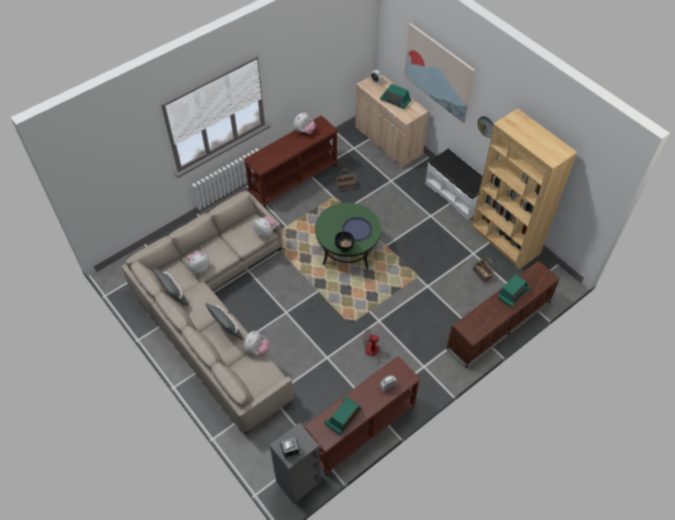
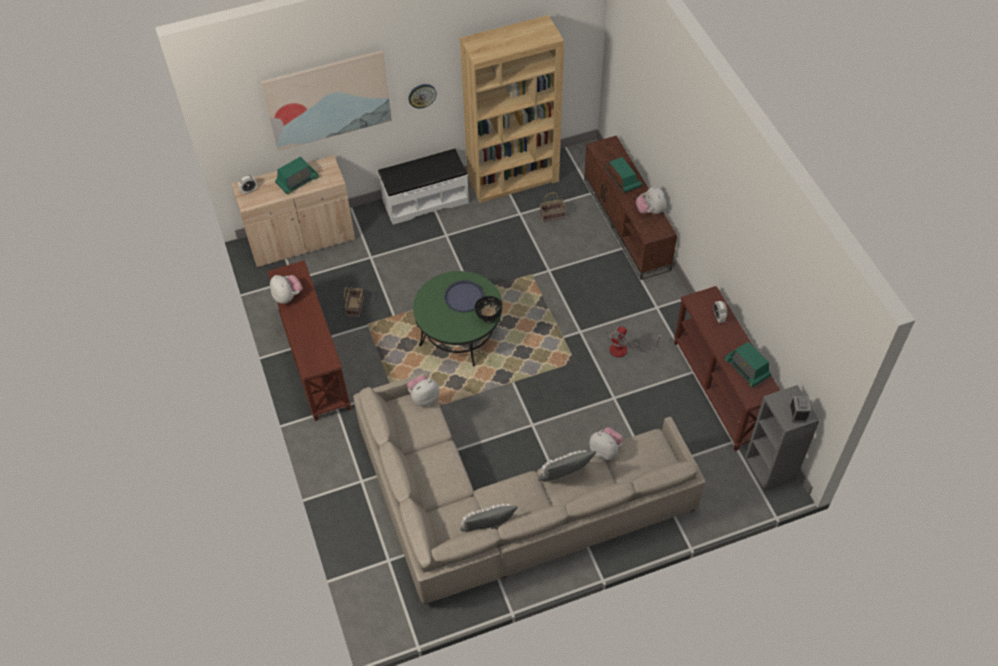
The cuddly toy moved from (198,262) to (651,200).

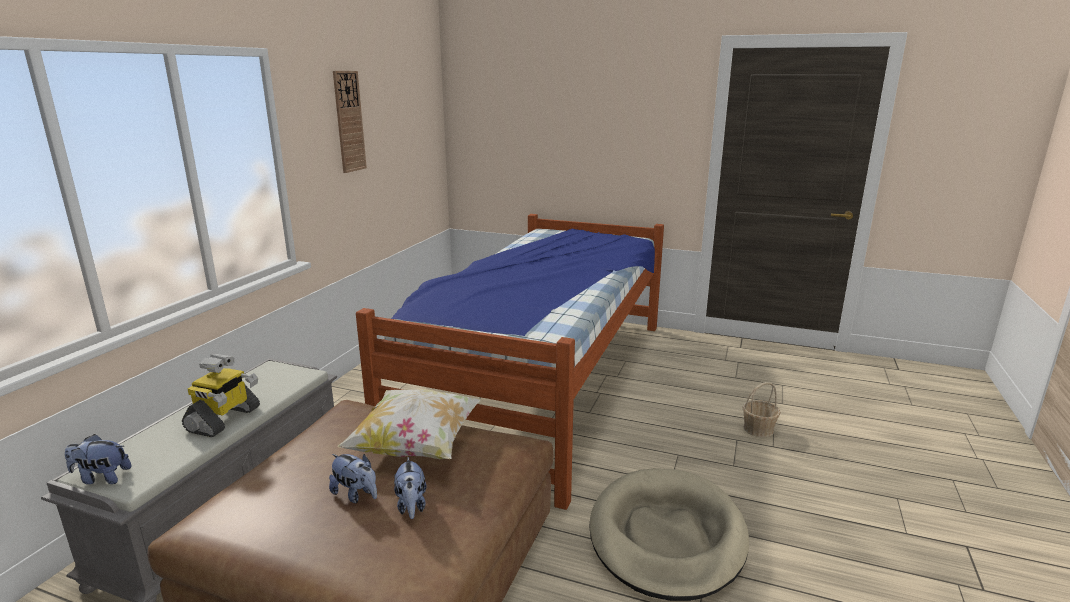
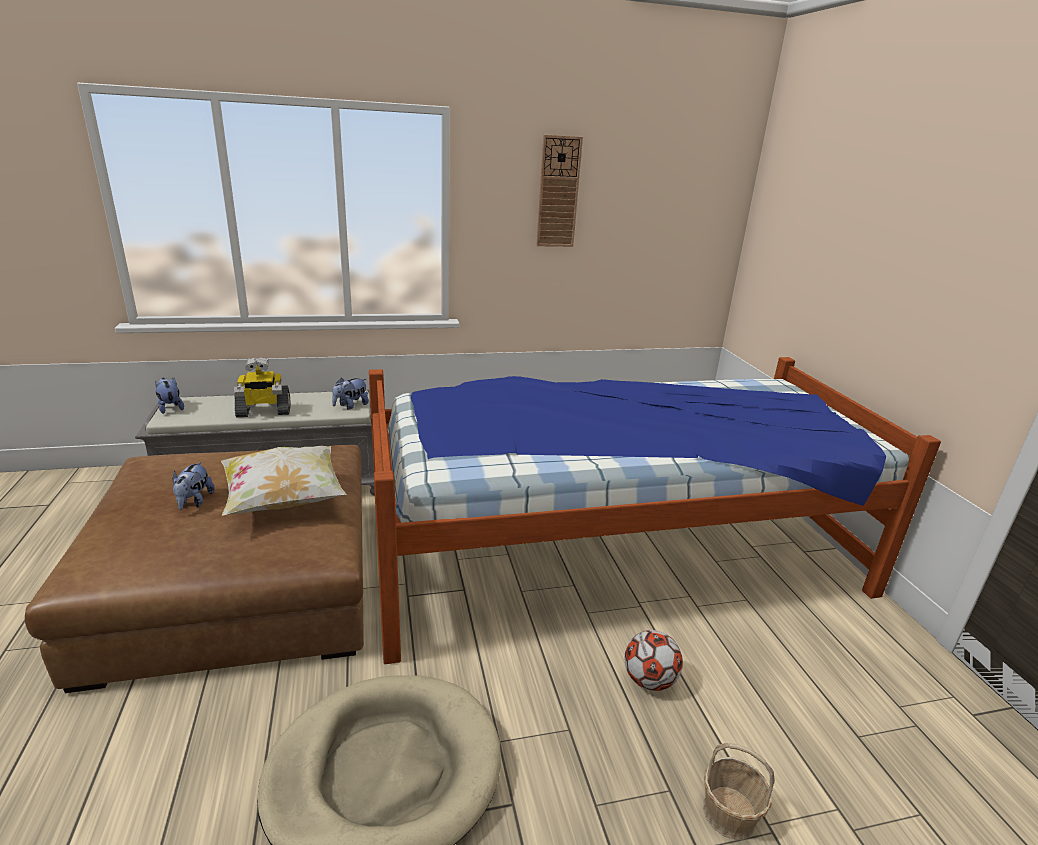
The cuddly toy moved from (410,488) to (350,393). The football at (653,660) appeared.

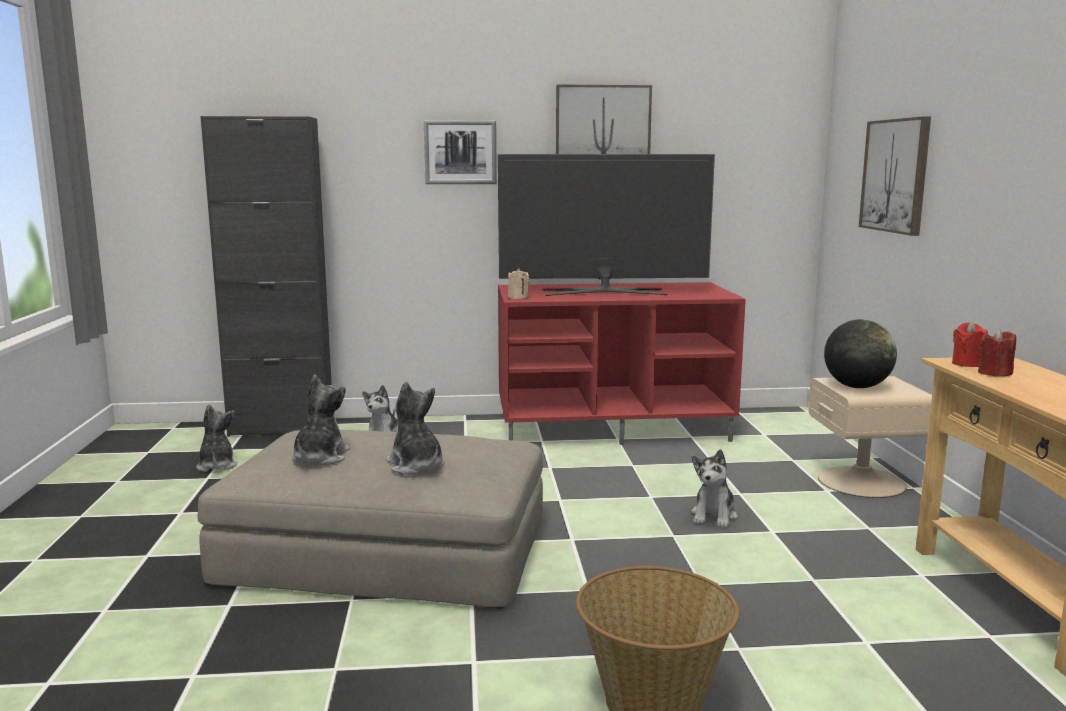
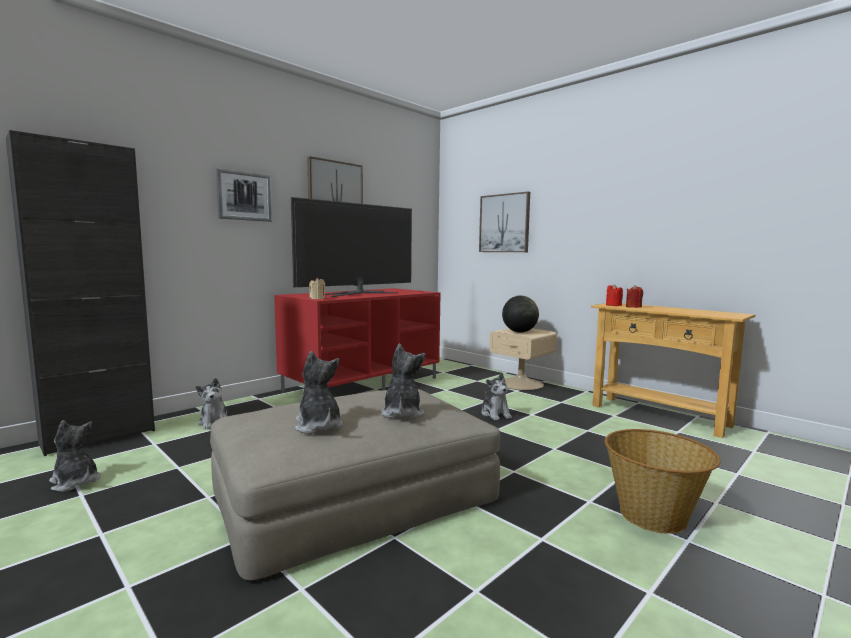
The cuddly toy at (415,428) turned 75 degrees clockwise.

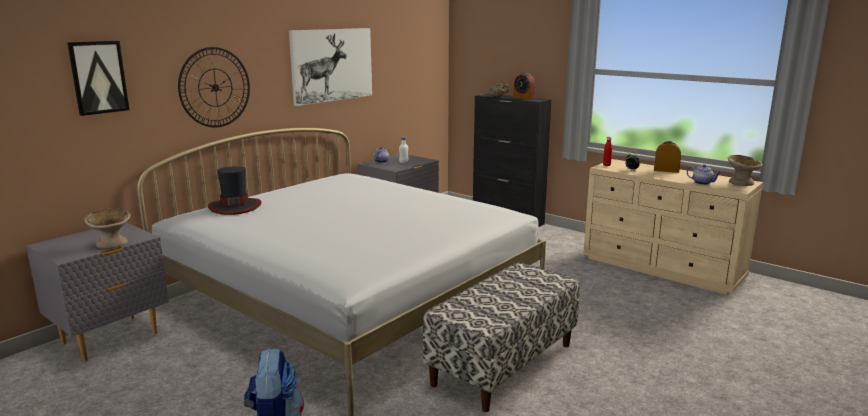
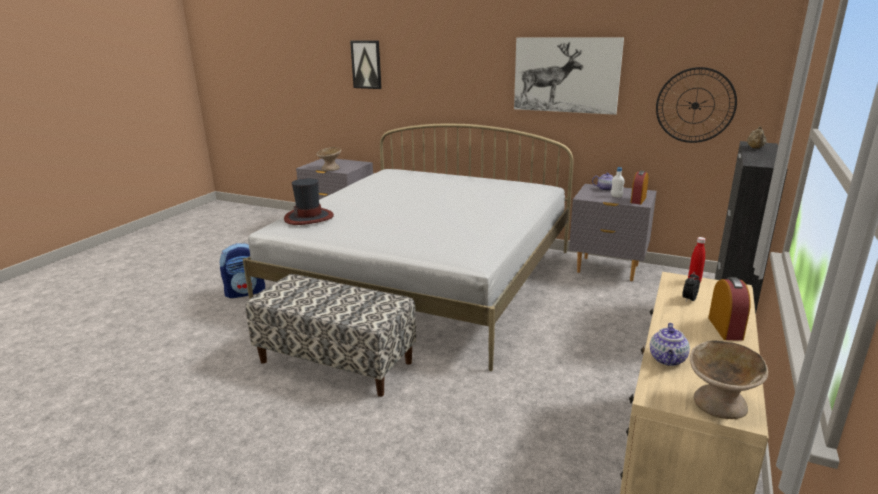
The hanging clock moved from (214,87) to (696,105). The hat moved from (234,190) to (309,201). The alarm clock moved from (524,86) to (639,188).

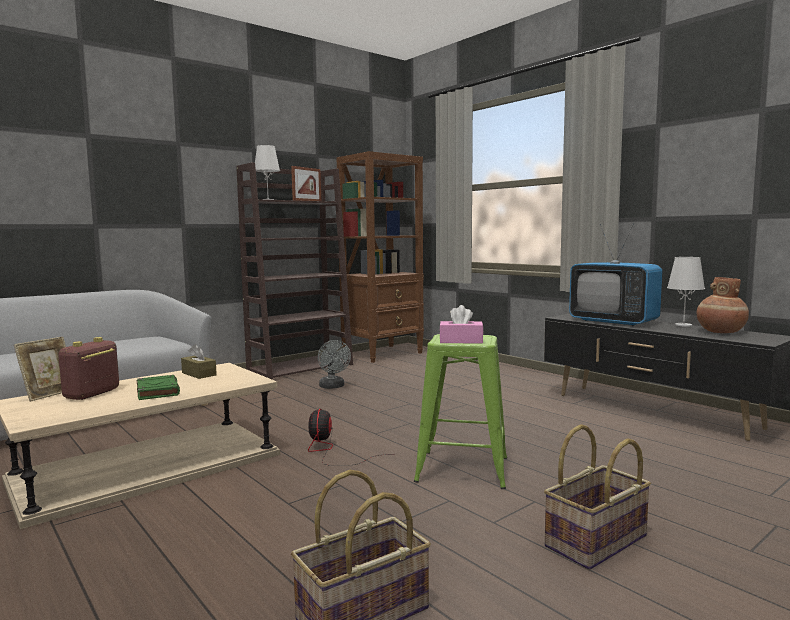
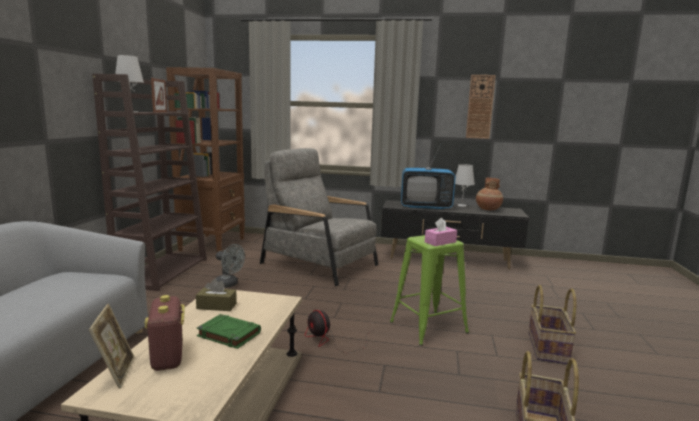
The easy chair (greyish) at (319,217) appeared. The hanging clock at (481,107) appeared.

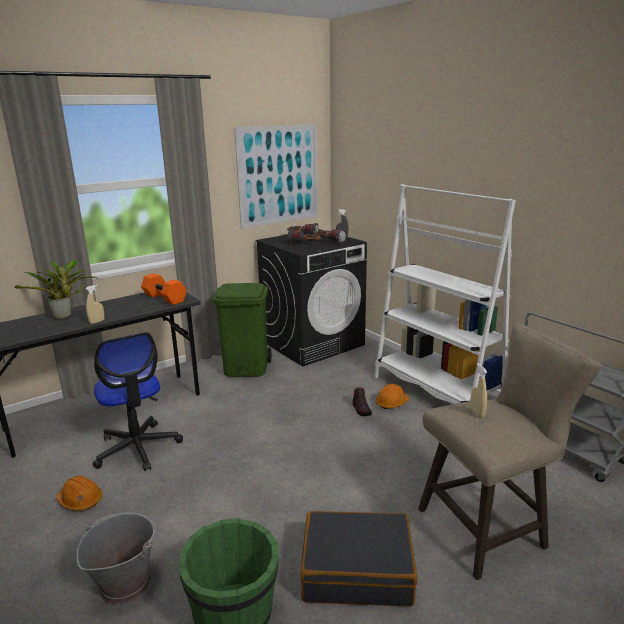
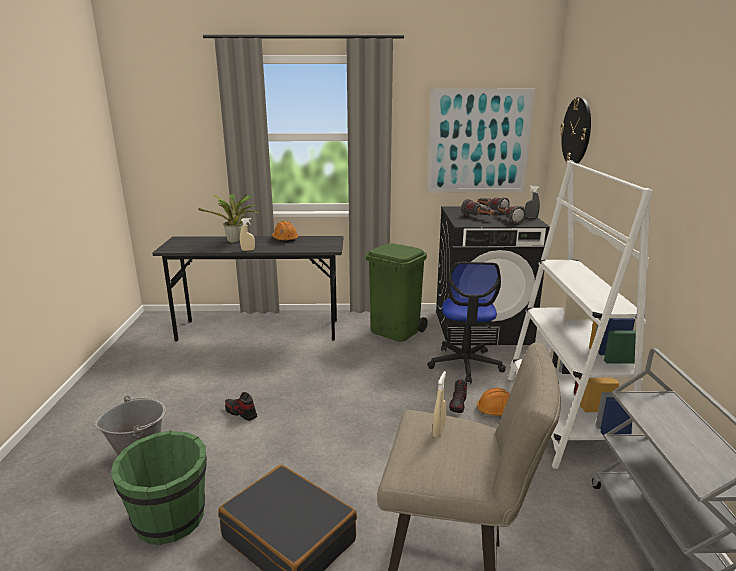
The safety helmet (orange-coloured) moved from (79,493) to (285,232). The desk chair moved from (138,401) to (466,323). The dumbbell (orange-coloured) at (164,289) disappeared. The item of footwear at (241,406) appeared. The hanging clock at (575,130) appeared.

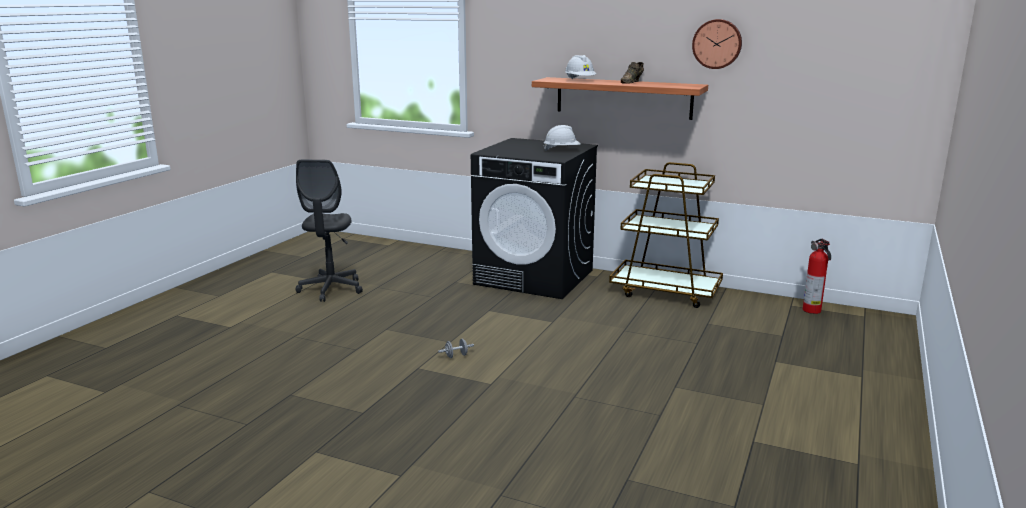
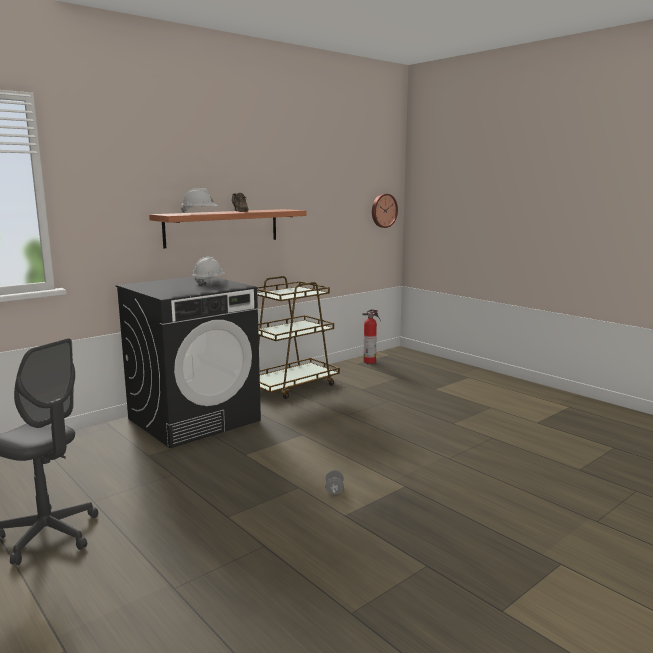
The hanging clock moved from (717,44) to (385,211).

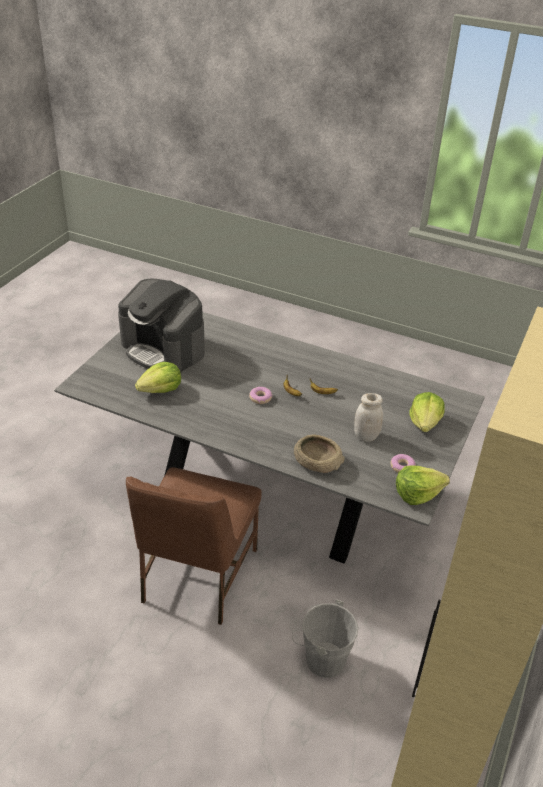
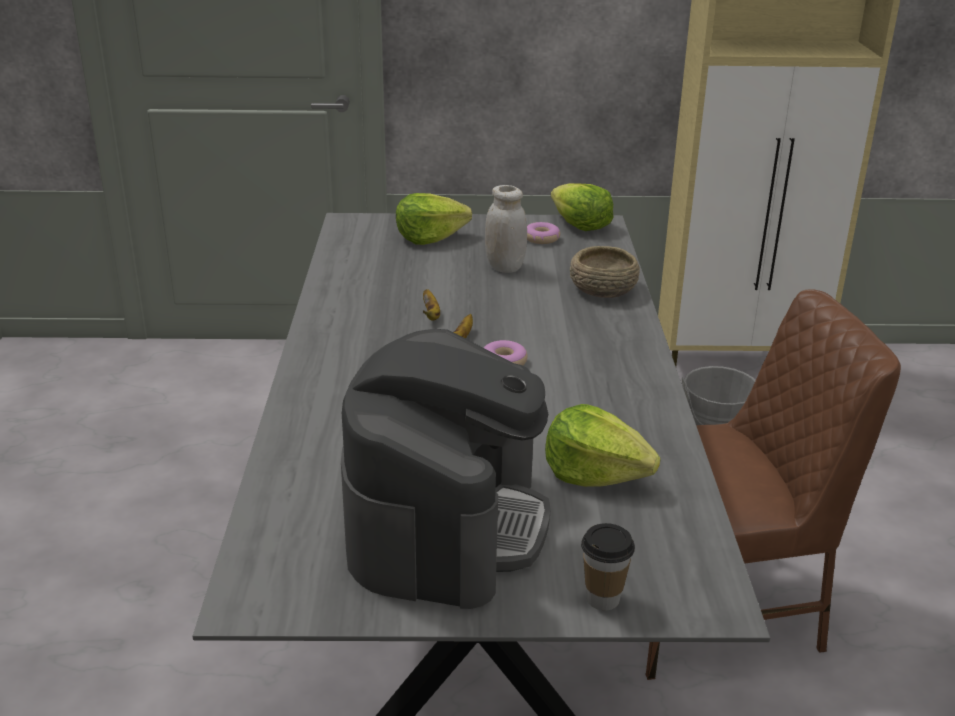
The drinking cup at (608,567) appeared.

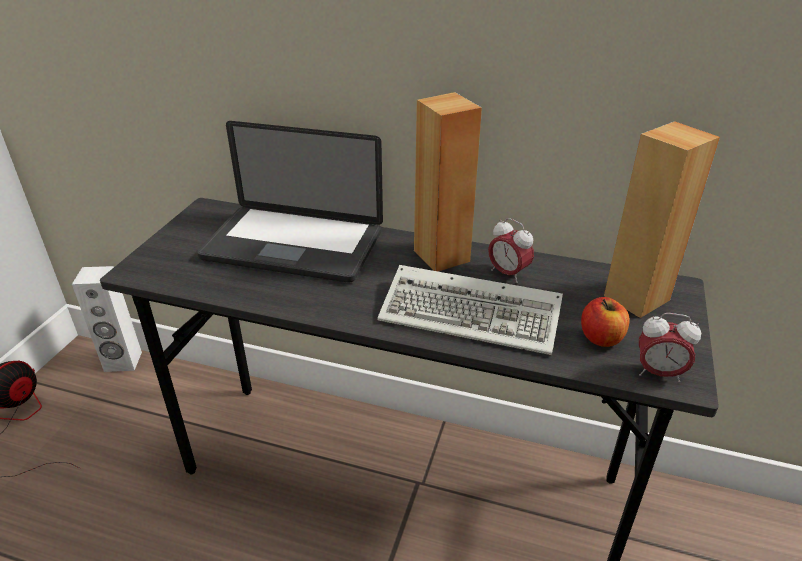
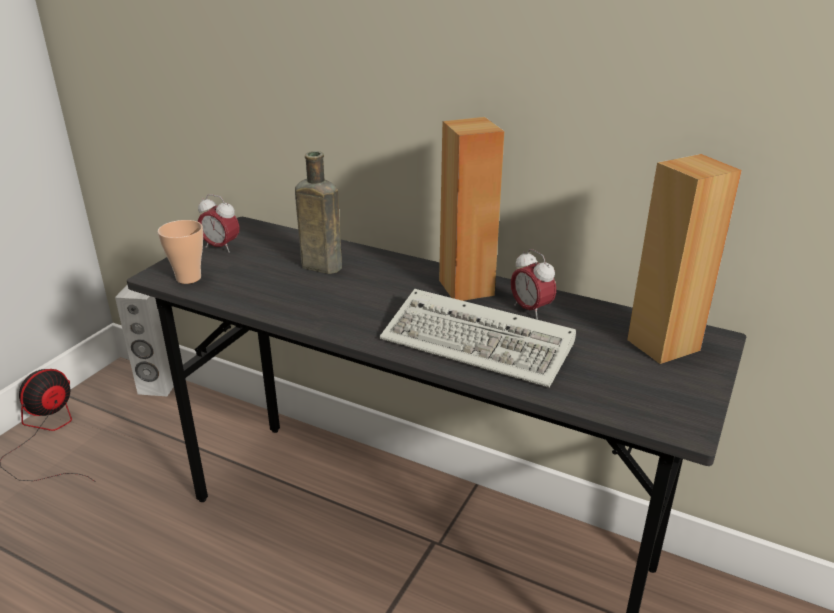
The portable computer at (290,202) was replaced by the beverage bottle (brown-coloured) at (318,212). The apple at (605,322) disappeared. The alarm clock moved from (670,347) to (219,223). The drinking cup at (180,252) appeared.

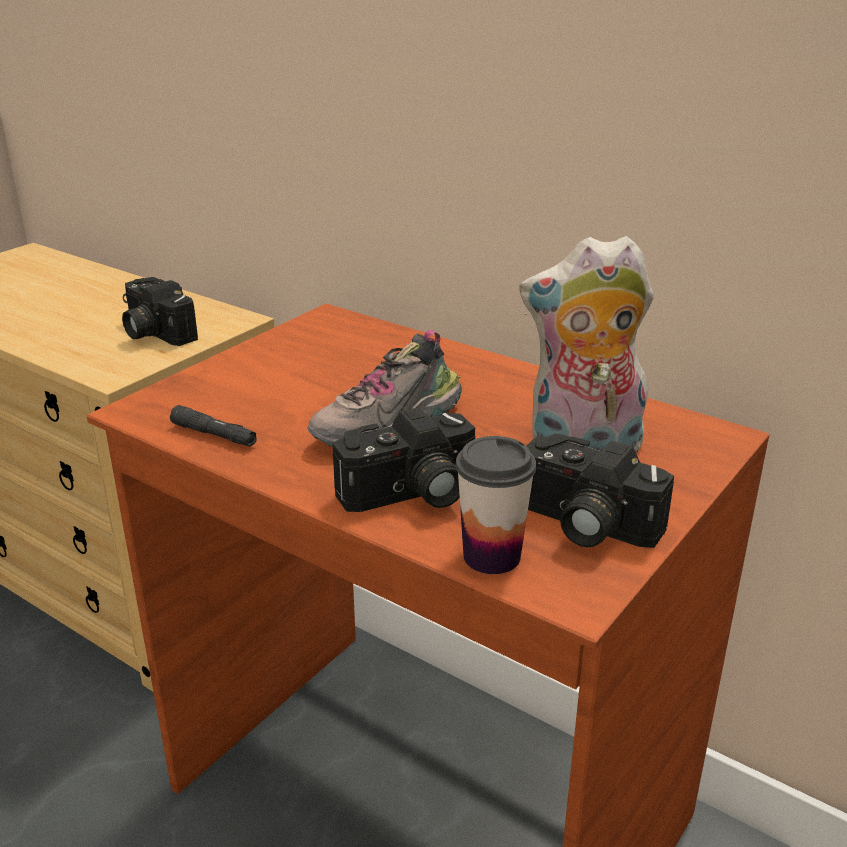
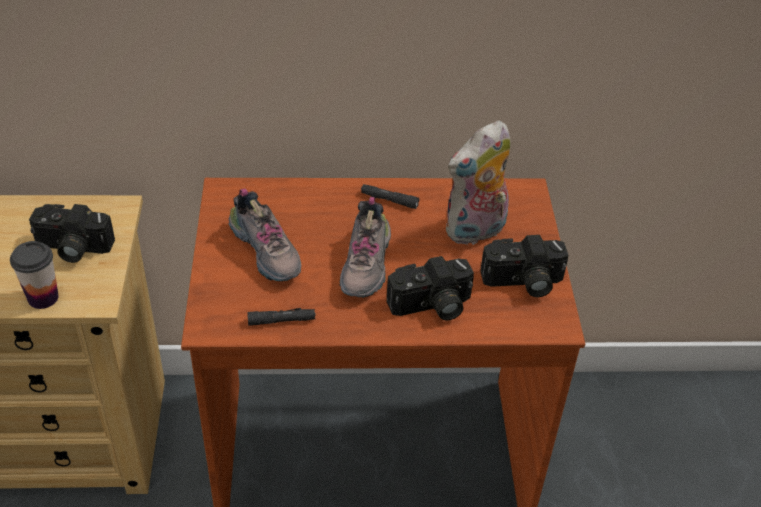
The photo camera at (404,459) turned 45 degrees clockwise. The drinking cup moved from (496,505) to (34,275). The item of footwear at (265,234) appeared. The torch (blackish) at (390,196) appeared.

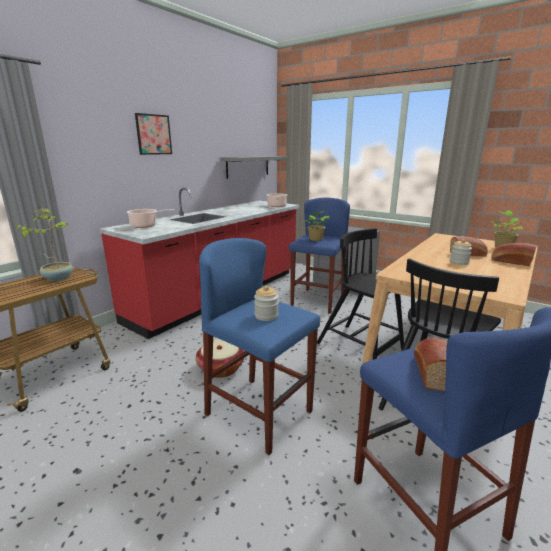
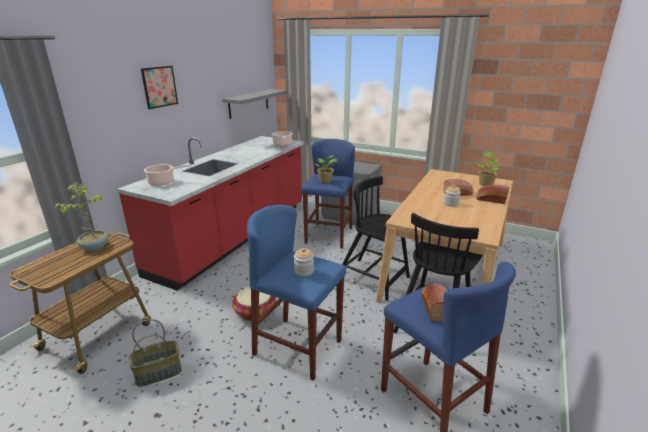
The household basket at (155,353) appeared.

